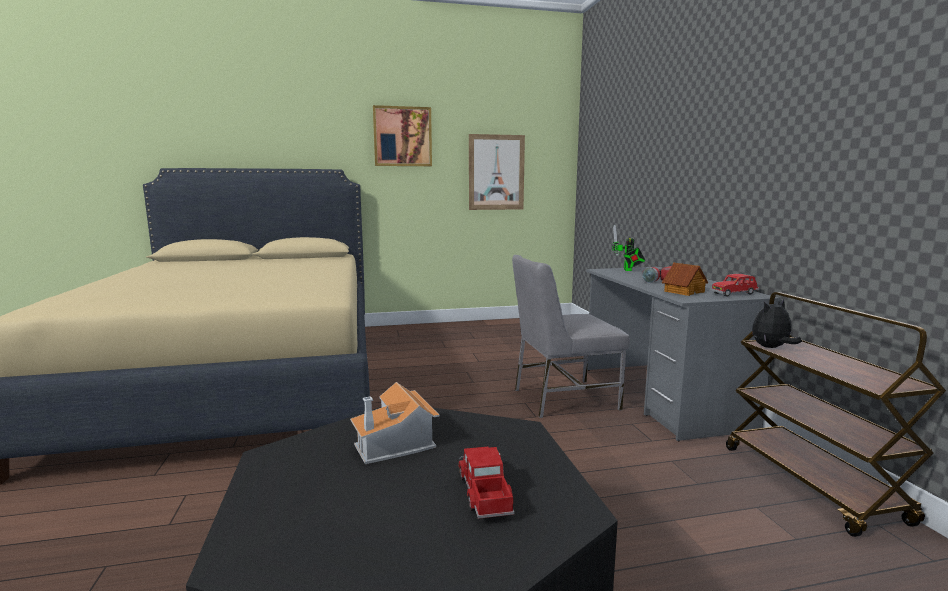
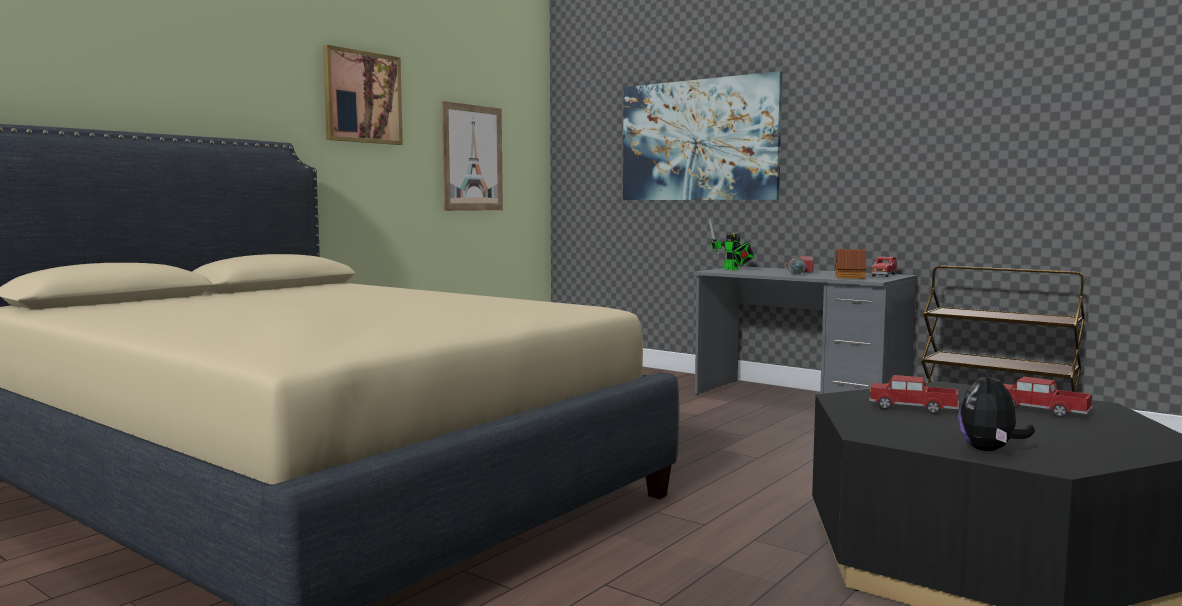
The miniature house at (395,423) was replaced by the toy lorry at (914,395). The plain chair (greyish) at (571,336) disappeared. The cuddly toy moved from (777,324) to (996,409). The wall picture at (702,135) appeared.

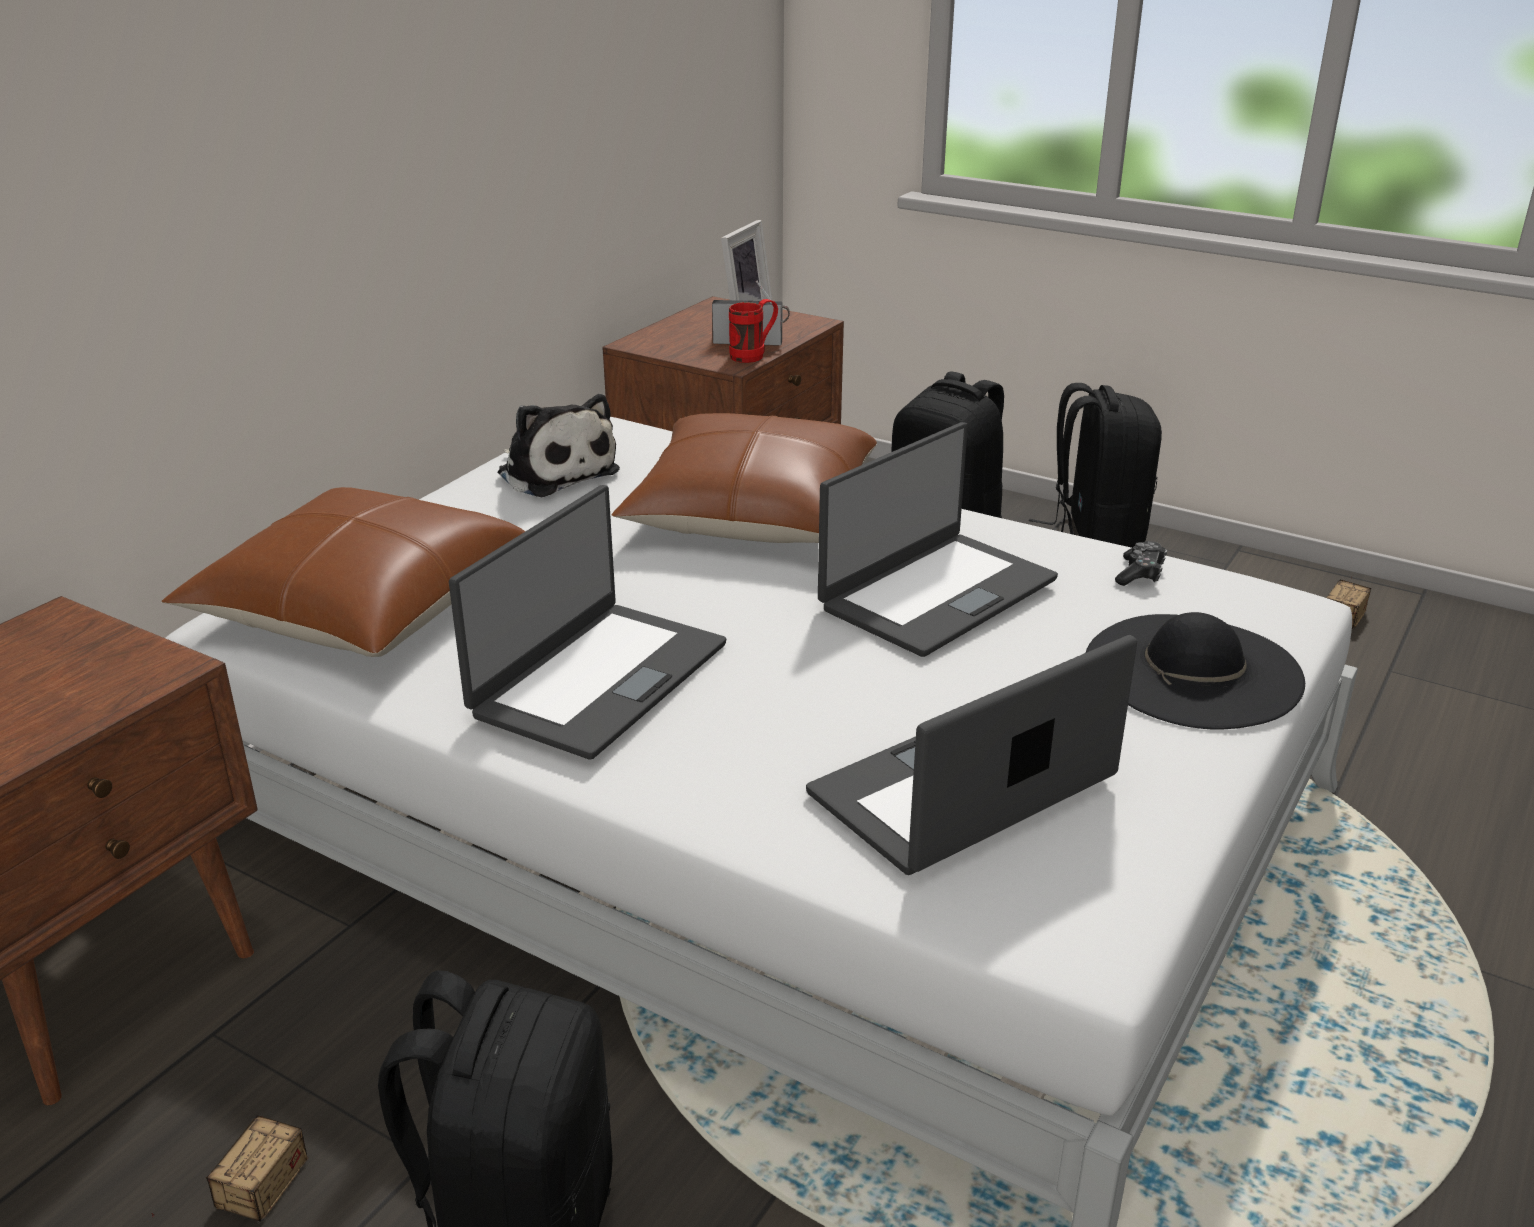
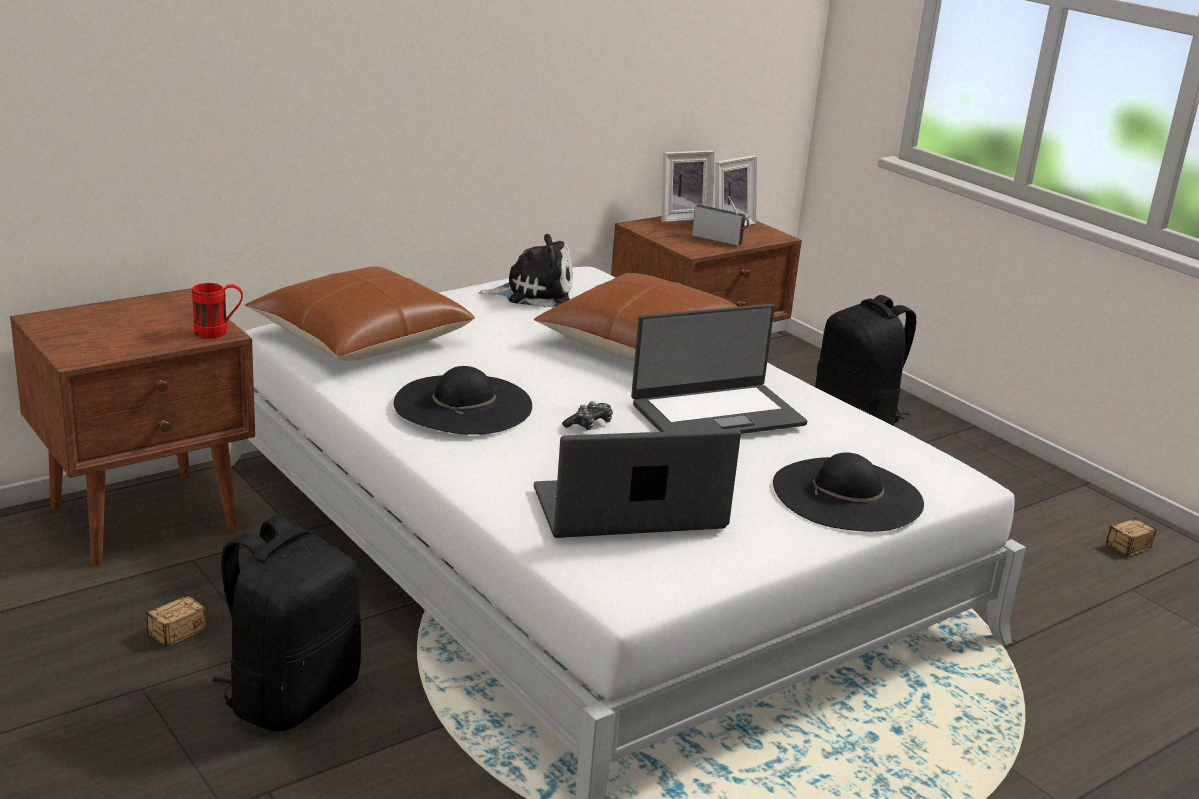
The portable computer at (587,622) was replaced by the hat (blackish) at (463,400). The cuddly toy at (559,445) turned 75 degrees counterclockwise. The coffee mug (reddish) moved from (753,331) to (217,310). The backpack (blackish) at (1095,465) disappeared. The joypad moved from (1141,563) to (587,415). The standing frame at (688,186) appeared.

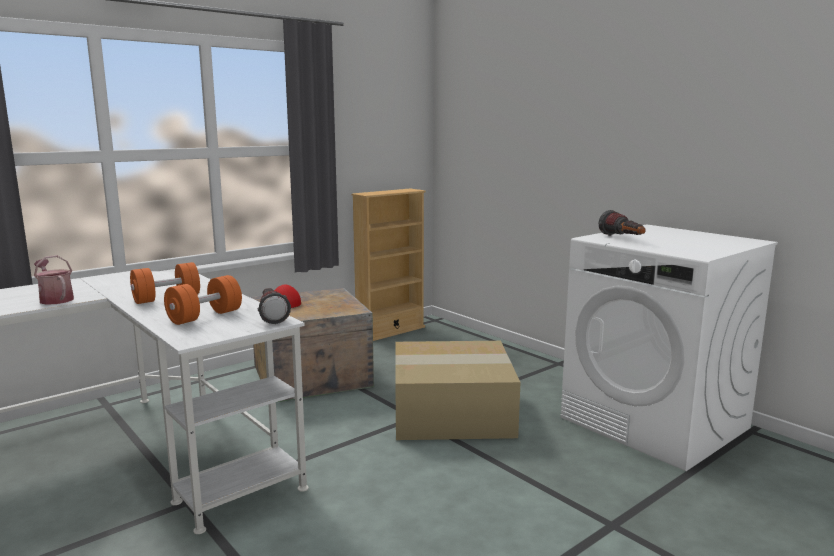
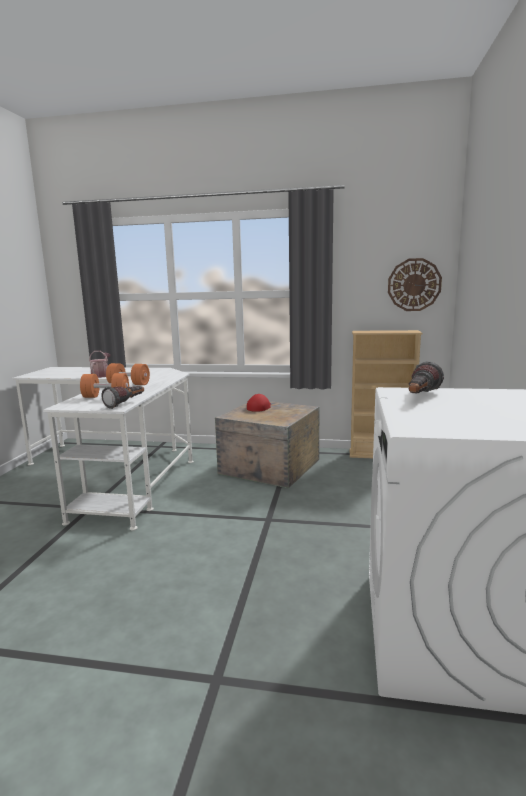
The packing box at (458,390) disappeared. The hanging clock at (415,284) appeared.

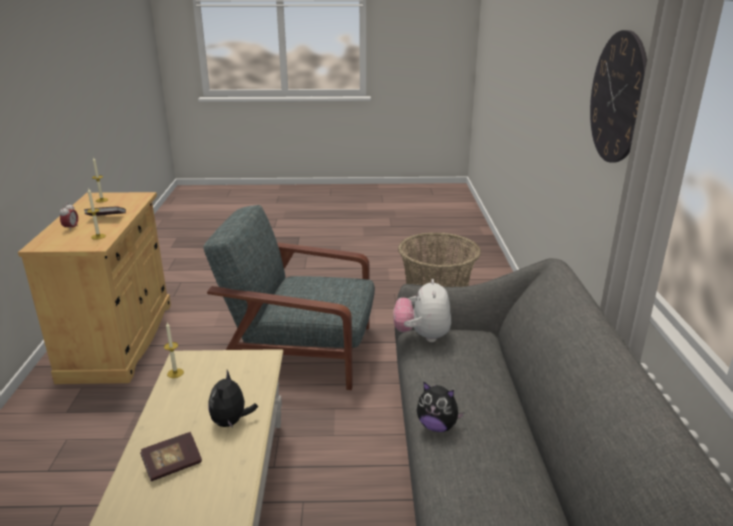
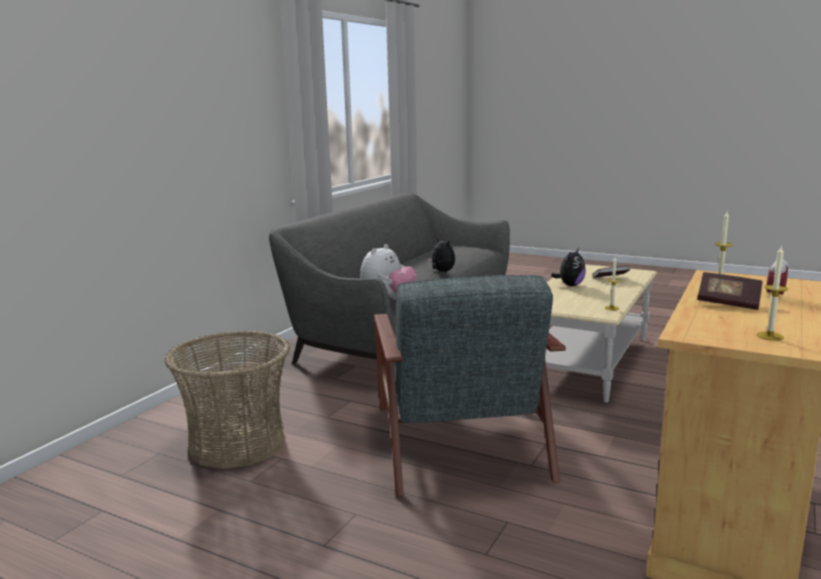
The easy chair (greyish) at (289,297) turned 45 degrees clockwise. The hanging clock at (618,96) disappeared.

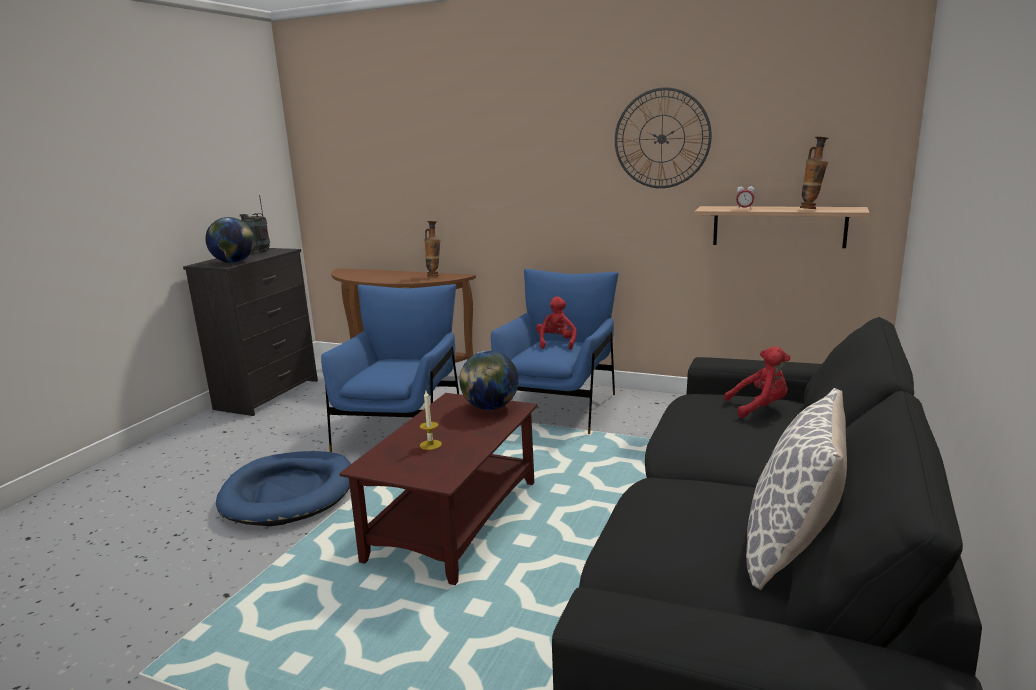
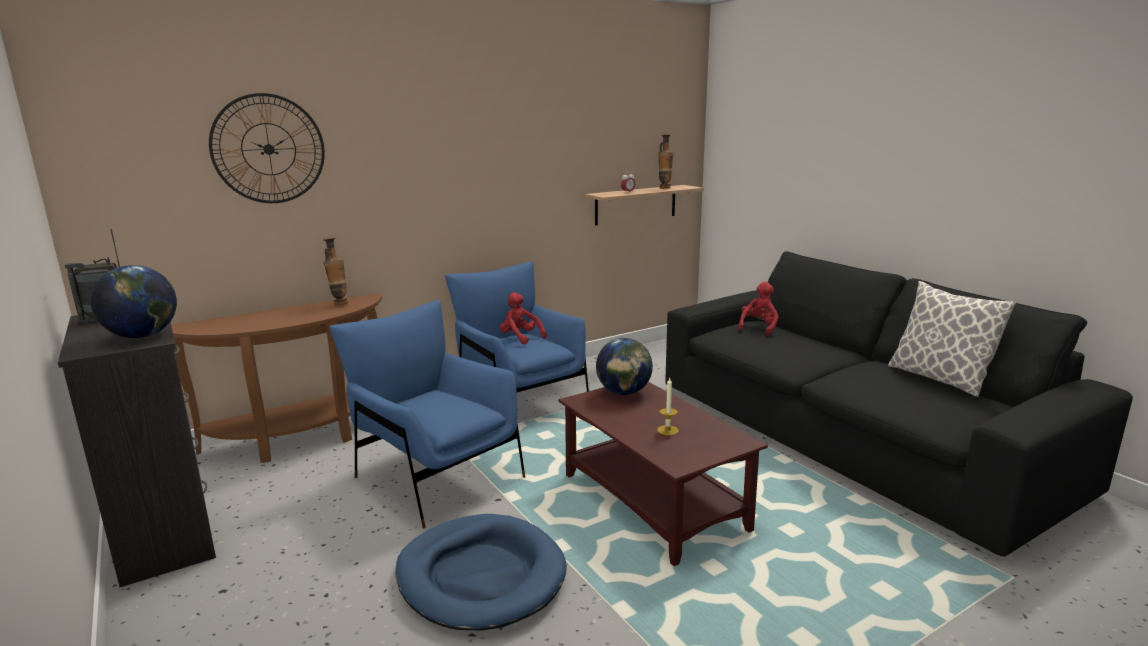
The hanging clock moved from (663,137) to (267,148).

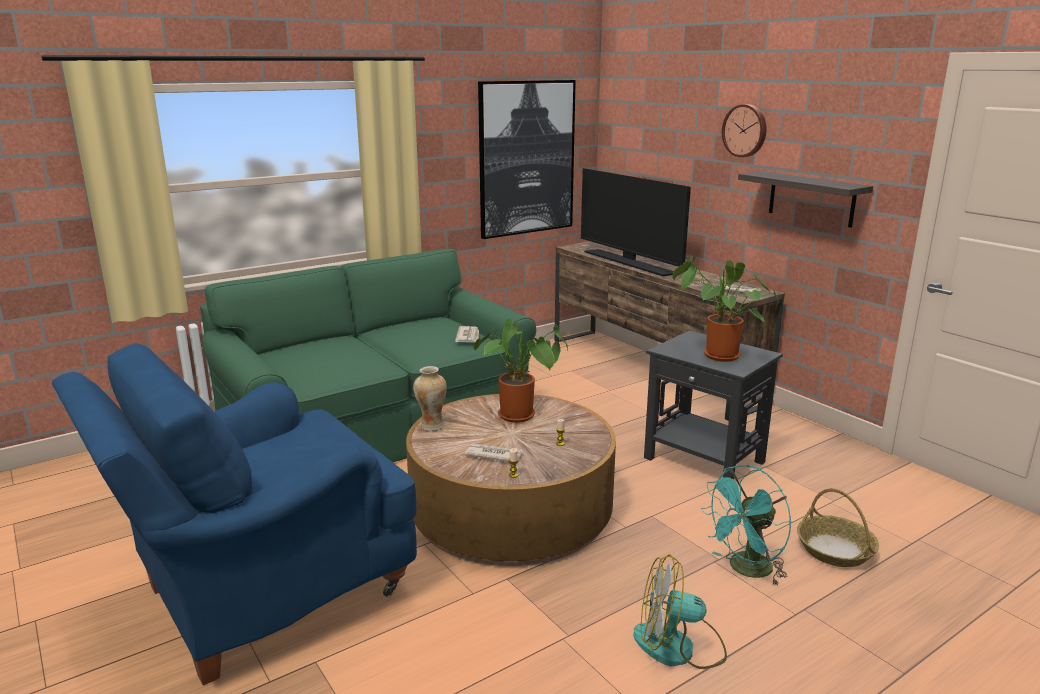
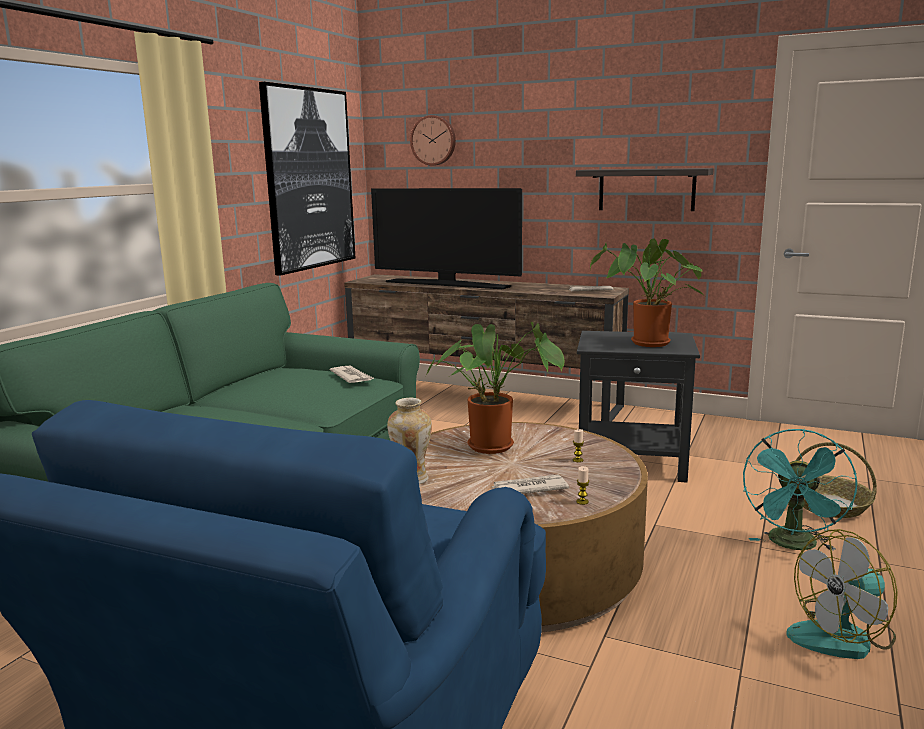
The hanging clock moved from (744,130) to (433,140).

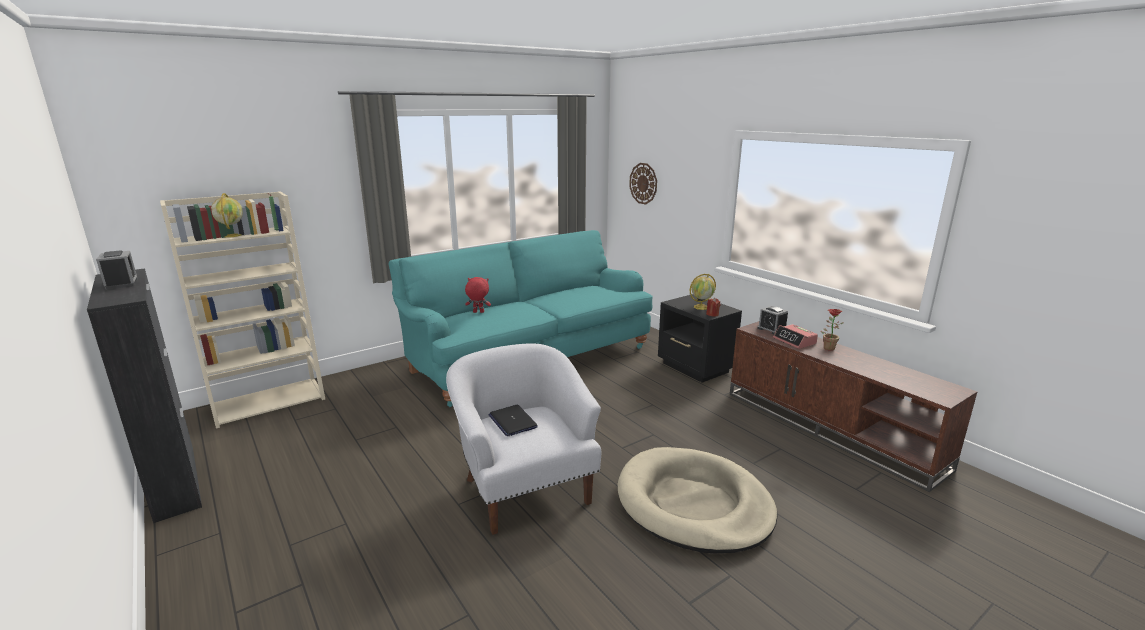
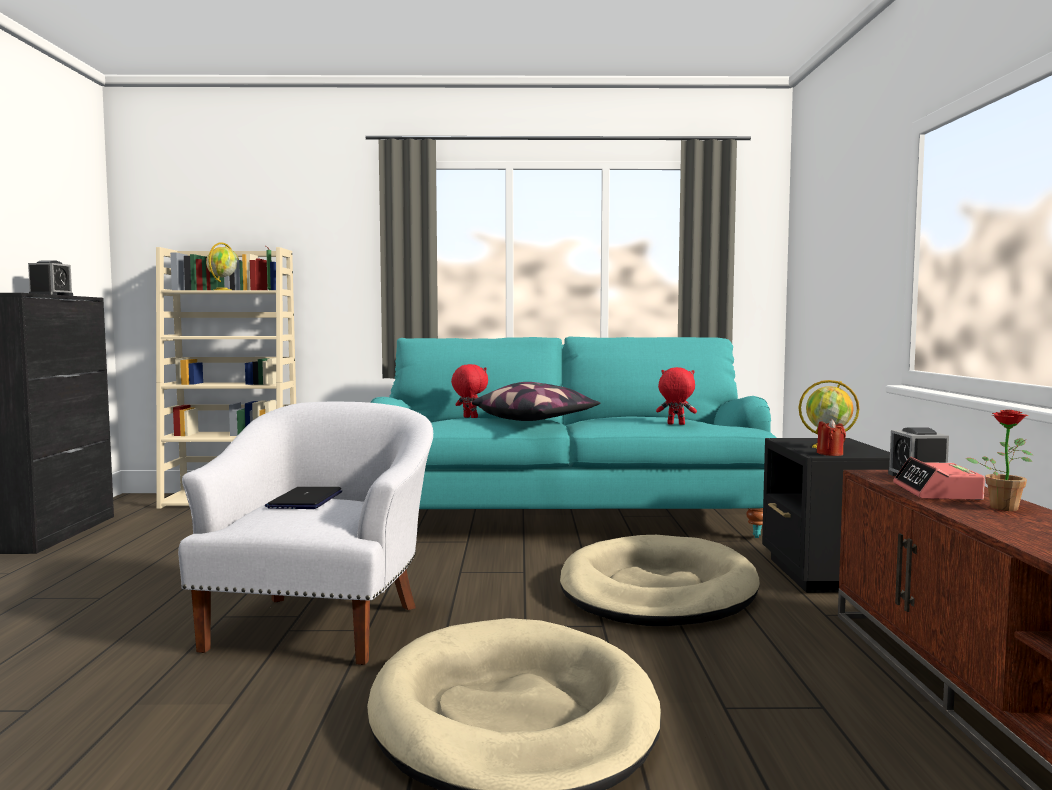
The hanging clock at (643,184) disappeared. The pillow at (536,401) appeared. The pet bed (beige) at (660,580) appeared. The cuddly toy (reddish) at (676,396) appeared.

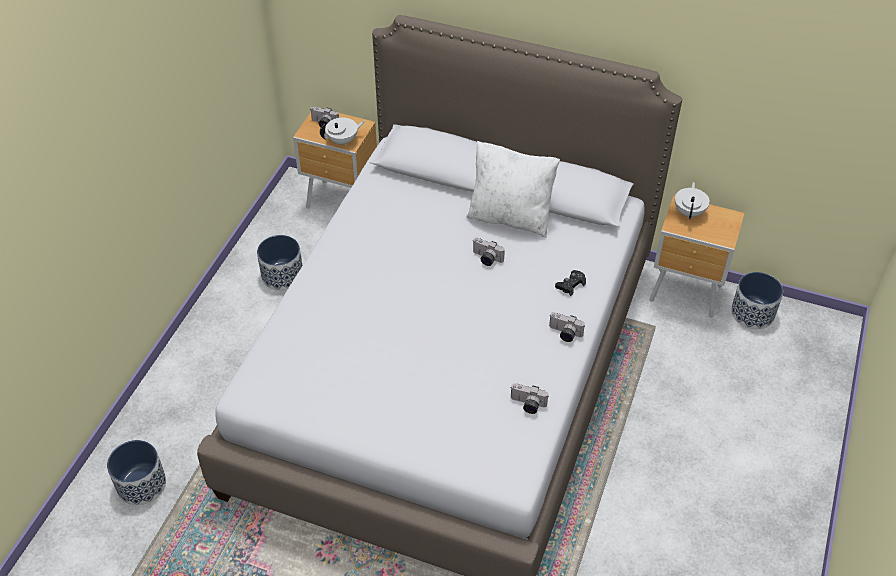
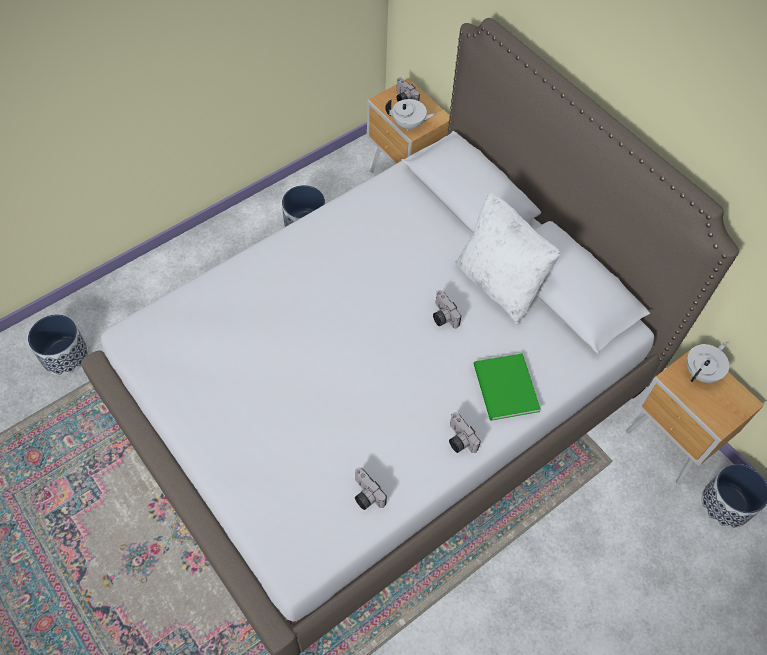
The joypad (blackish) at (570,283) was replaced by the bound book (greenish) at (507,387).

